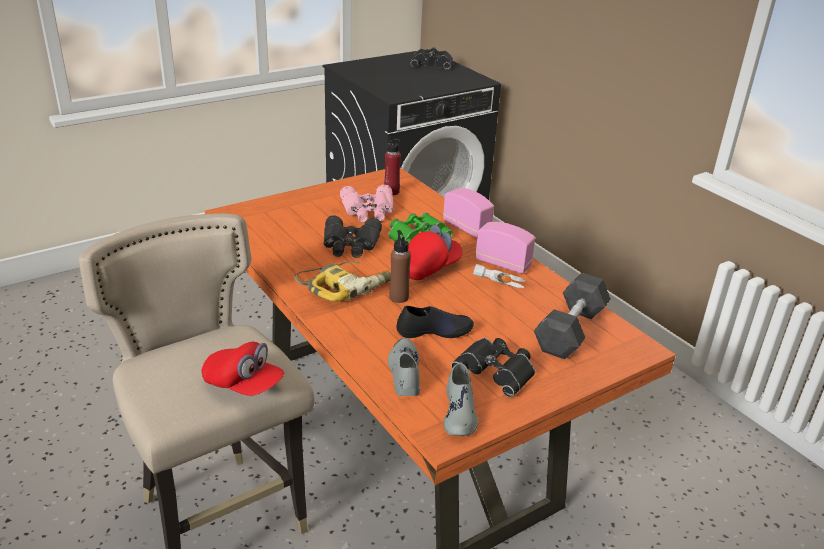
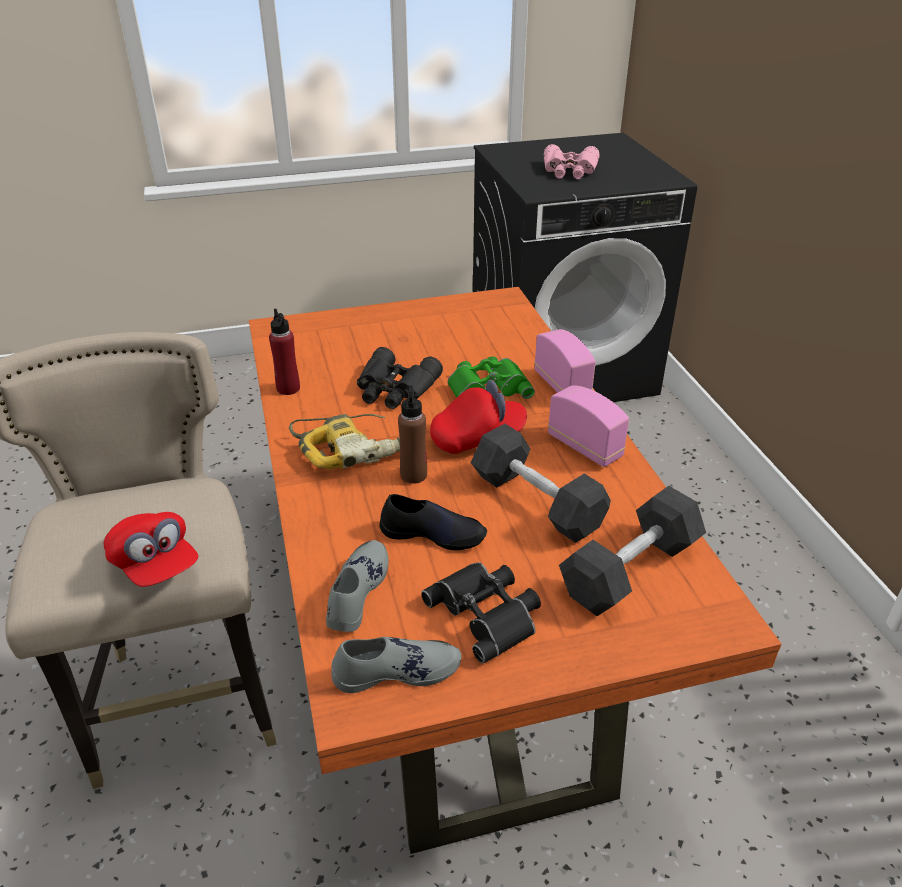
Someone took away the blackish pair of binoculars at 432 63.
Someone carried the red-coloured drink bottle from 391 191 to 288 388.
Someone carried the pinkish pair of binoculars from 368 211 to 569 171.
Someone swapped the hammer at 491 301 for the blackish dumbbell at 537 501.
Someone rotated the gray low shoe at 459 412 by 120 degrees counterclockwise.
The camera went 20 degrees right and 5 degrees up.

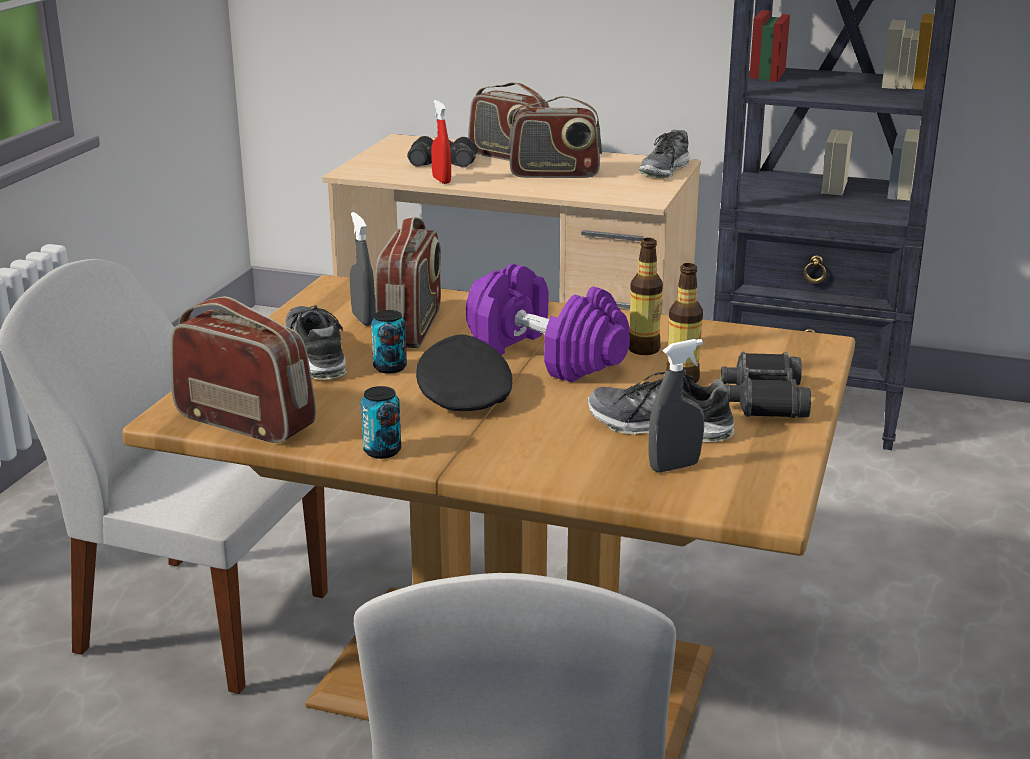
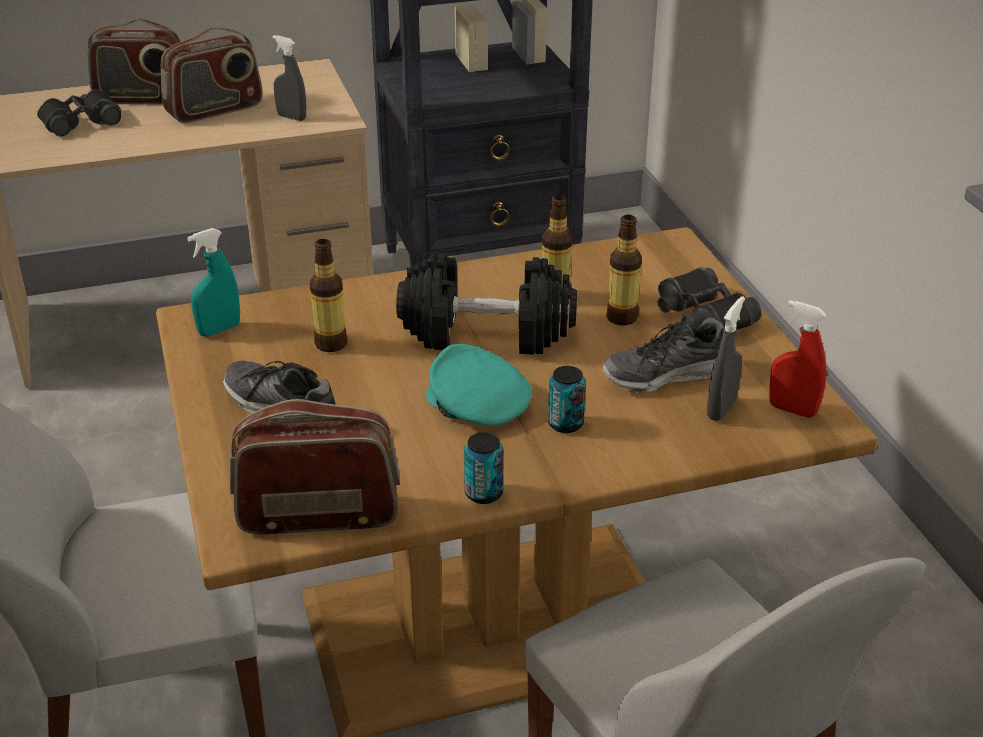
Someone carried the red-coloured hand sprayer from 441 180 to 792 410.
Someone took away the low shoe at 664 170.
Someone carried the gray hand sprayer from 363 319 to 291 117.
Someone swapped the radio set at 411 328 for the drink bottle at 331 344.
Someone repainted the purplish dumbbell at 546 356, which became the blackish dumbbell at 487 332.
Someone carried the sealed can from 390 367 to 565 424.
Someone repainted the blackish peaked cap at 463 397, which became the blue-green peaked cap at 475 405.
Someone put down the blue-green hand sprayer at 219 330.
The camera went 35 degrees left and 10 degrees up.

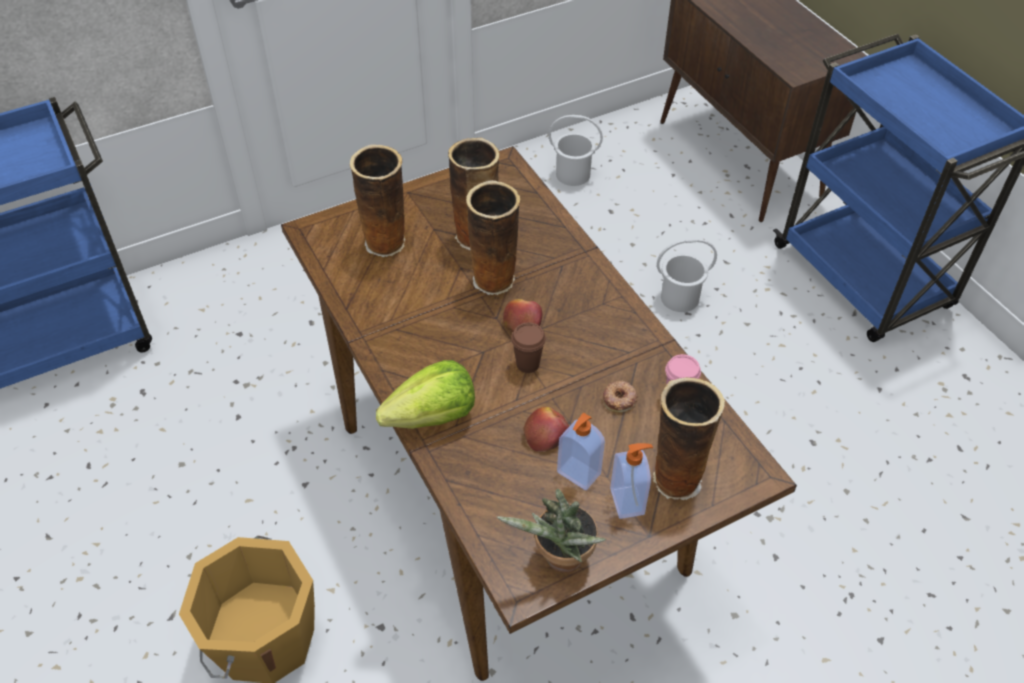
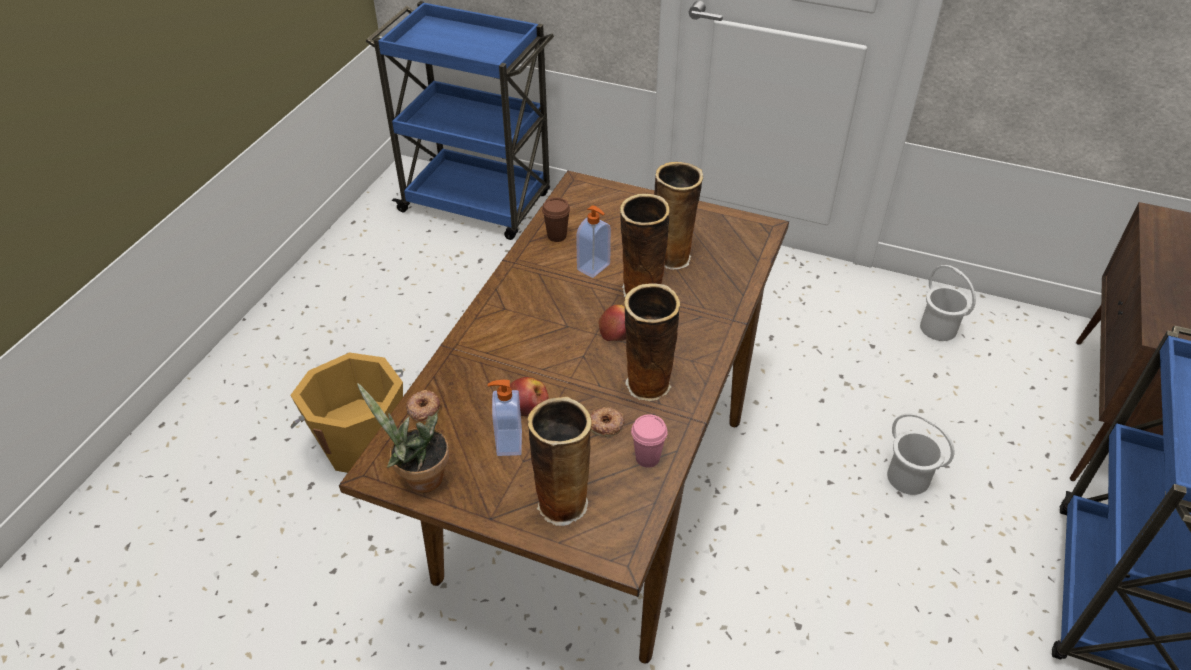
Someone carried the flower vase from 386 243 to 647 386.
Someone carried the brown-coloured cup from 527 364 to 557 236.
Someone took away the lettuce head at 433 417.
Someone carried the soap dispenser from 628 501 to 594 267.
Someone put down the donut at 423 408.
The camera went 50 degrees right and 5 degrees down.

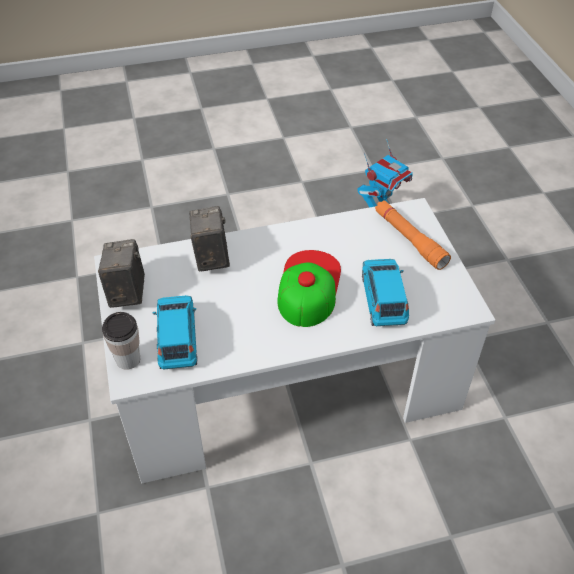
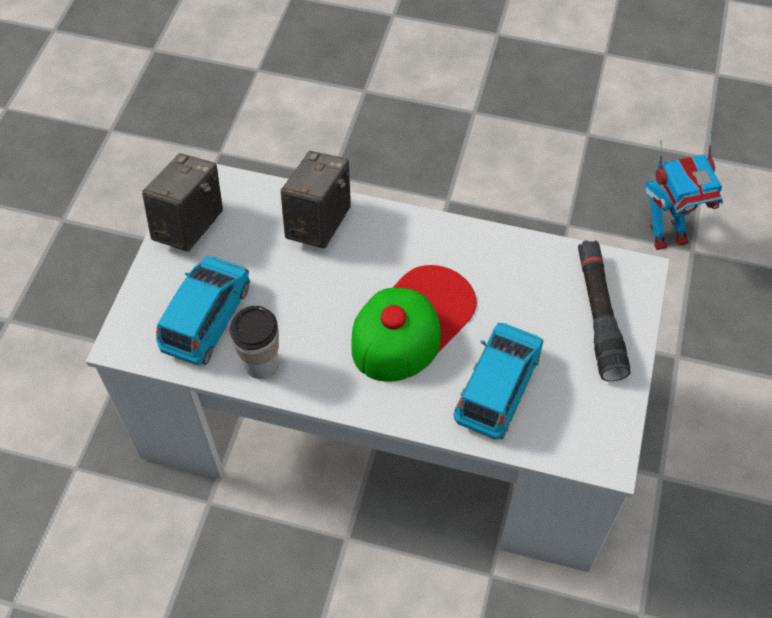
Someone repainted the orange-coloured torch at 409 239, which became the blackish torch at 599 315.
Someone carried the cup from 128 359 to 261 364.
The camera went 30 degrees right and 10 degrees up.

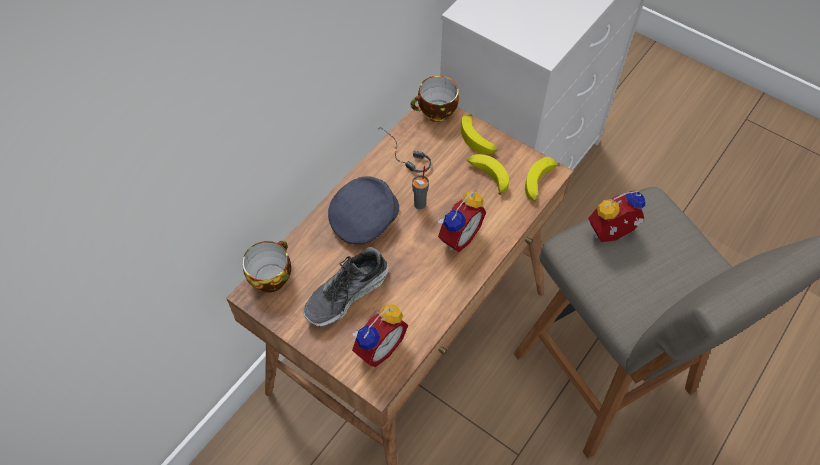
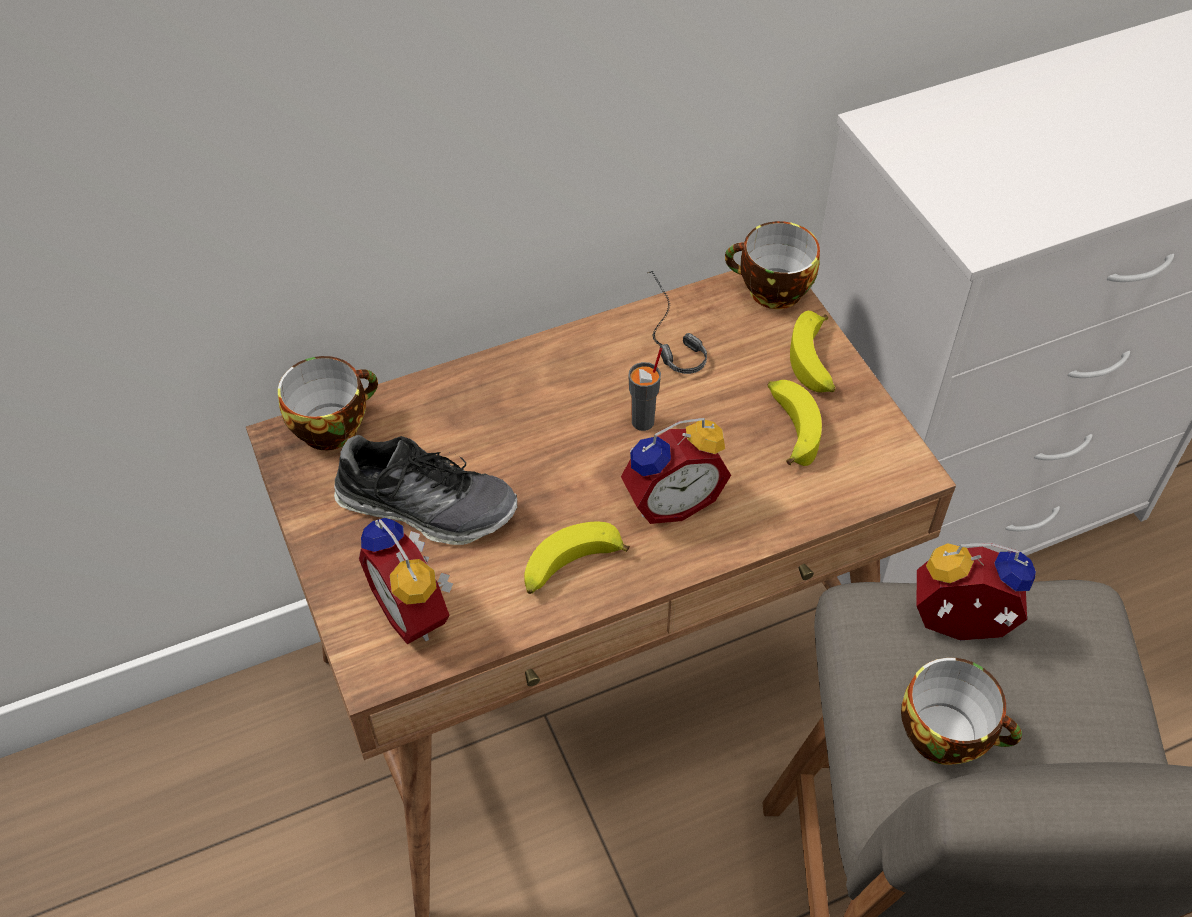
Someone carried the banana from 539 184 to 570 568.
Someone took away the gray peaked cap at 364 218.
Someone rotated the low shoe at 347 294 by 150 degrees counterclockwise.
Someone rotated the bedside clock at 378 346 by 75 degrees clockwise.
Someone put down the cup at 948 734.
The camera went 30 degrees right and 5 degrees down.

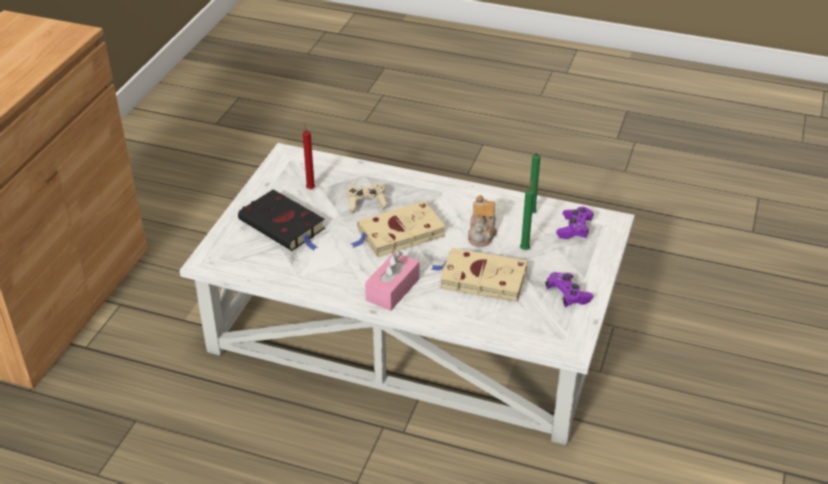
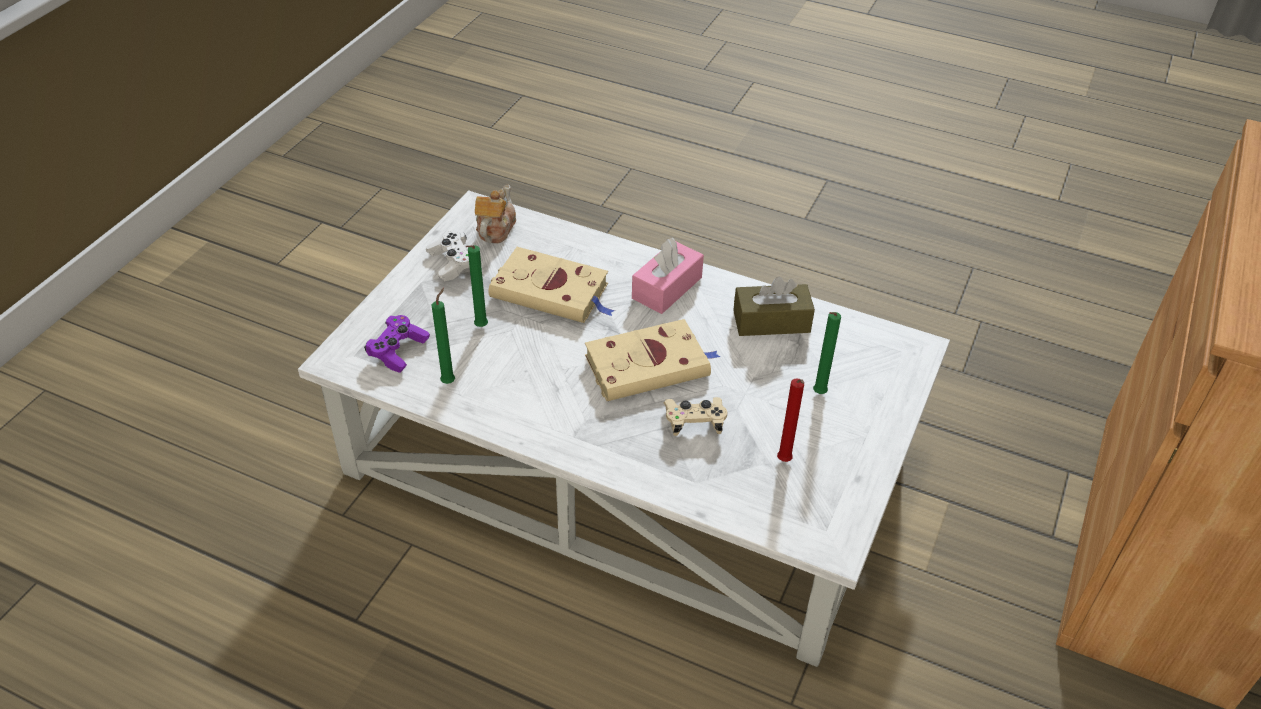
Someone swapped the blackish book at 284 226 for the green-coloured wax candle at 818 394.
Someone carried the teapot from 482 233 to 495 229.
Someone repainted the purplish game controller at 567 295, which became the whitish game controller at 453 263.
Someone put down the brown-coloured box of tissues at 771 321.
The camera went 175 degrees left and 5 degrees up.

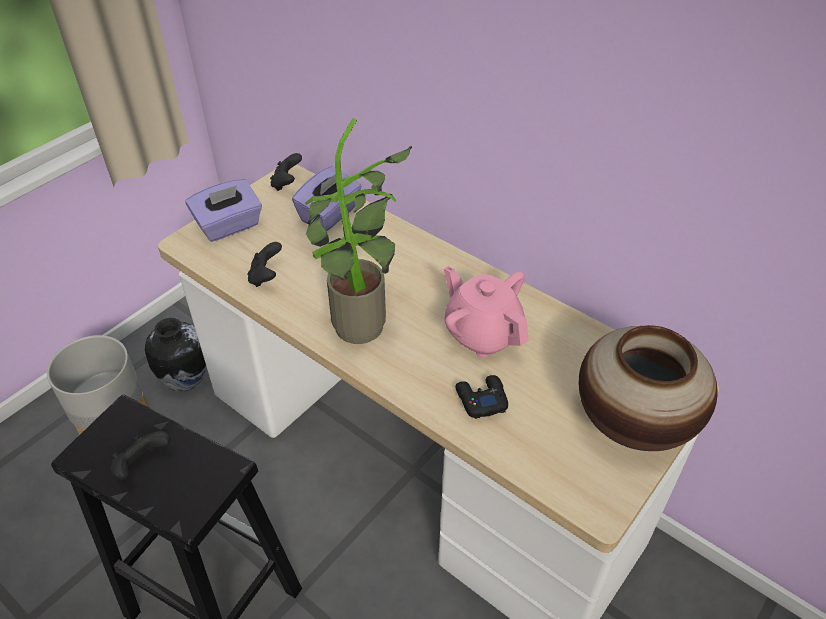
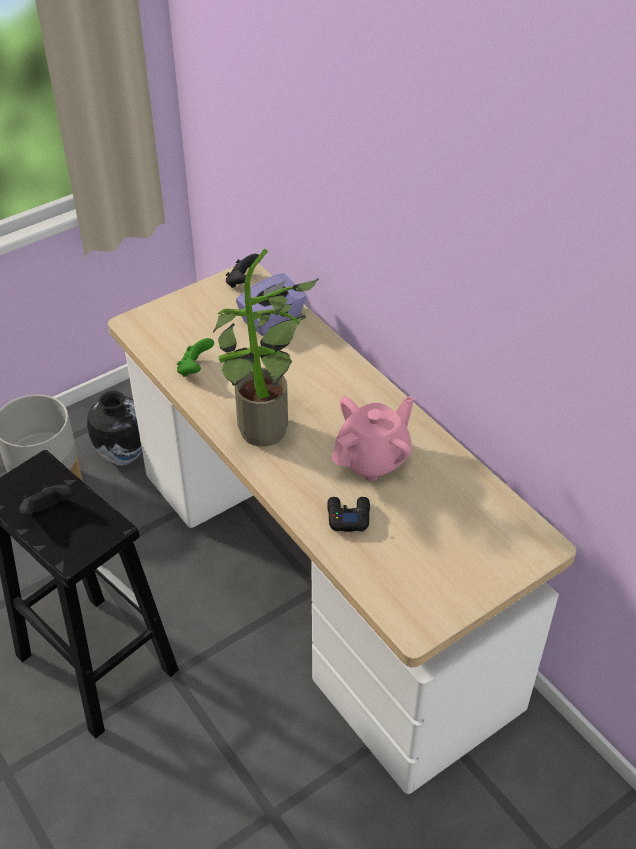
Someone took away the purplish box of tissues at 229 226.
Someone repainted the blackish game controller at 266 277, which became the green-coloured game controller at 195 369.
Someone rotated the pinkish teapot at 482 333 by 75 degrees clockwise.
Someone took away the flower vase at 632 423.
The camera went 15 degrees right and 0 degrees up.

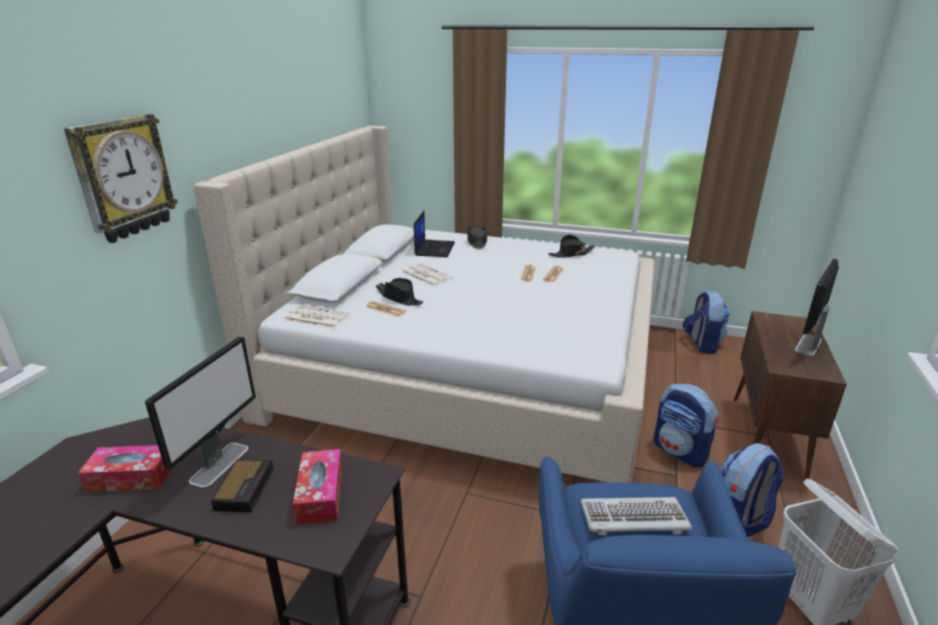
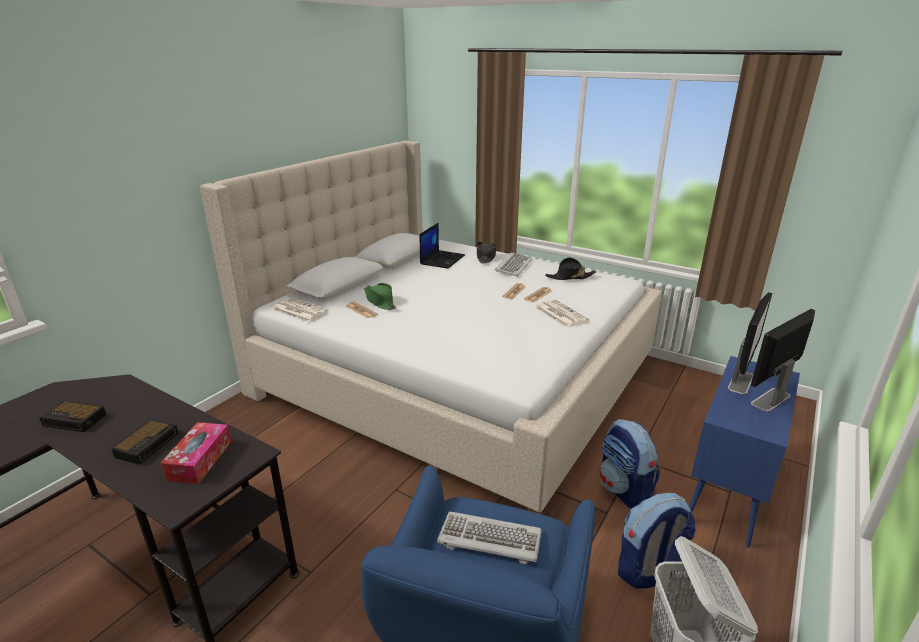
Someone took away the clock on the wall at 123 177.
Someone carried the printed paper from 425 275 to 559 314.
Someone repainted the blackish hat at 399 298, which became the green-coloured hat at 380 301.
Someone took away the knapsack at 702 344.
Someone repainted the brown-coloured cabinet at 767 438, which became the blue cabinet at 728 493.
Someone carried the computer display from 220 463 to 741 381.
Someone swapped the box of tissues at 131 477 for the bedside clock at 76 420.
Someone put down the keyboard at 513 266.
The camera went 15 degrees right and 0 degrees up.

